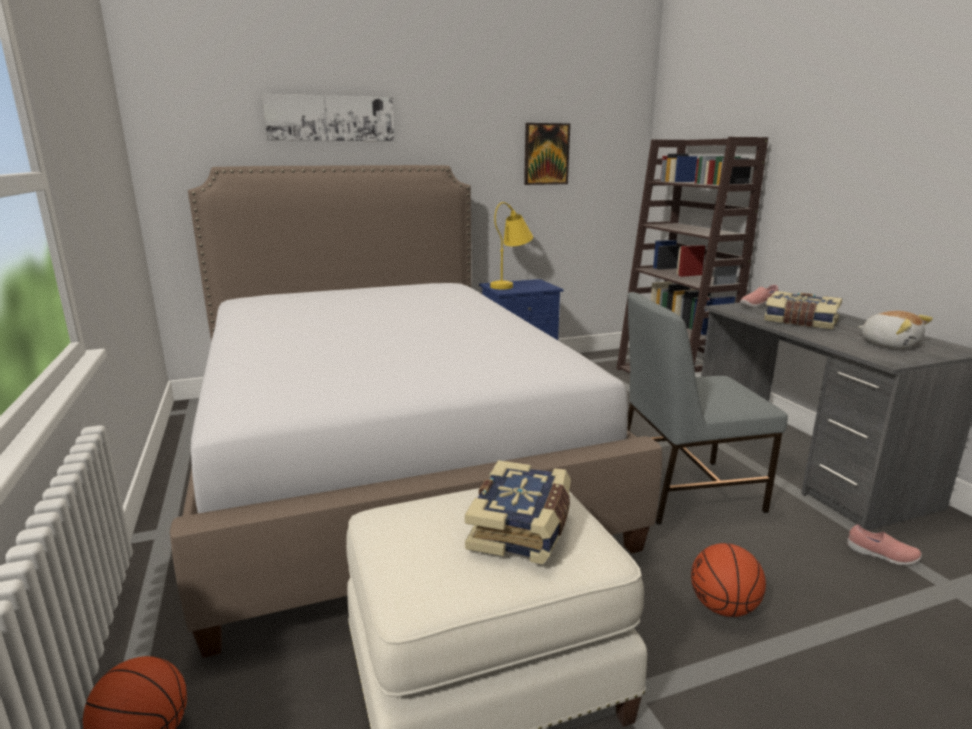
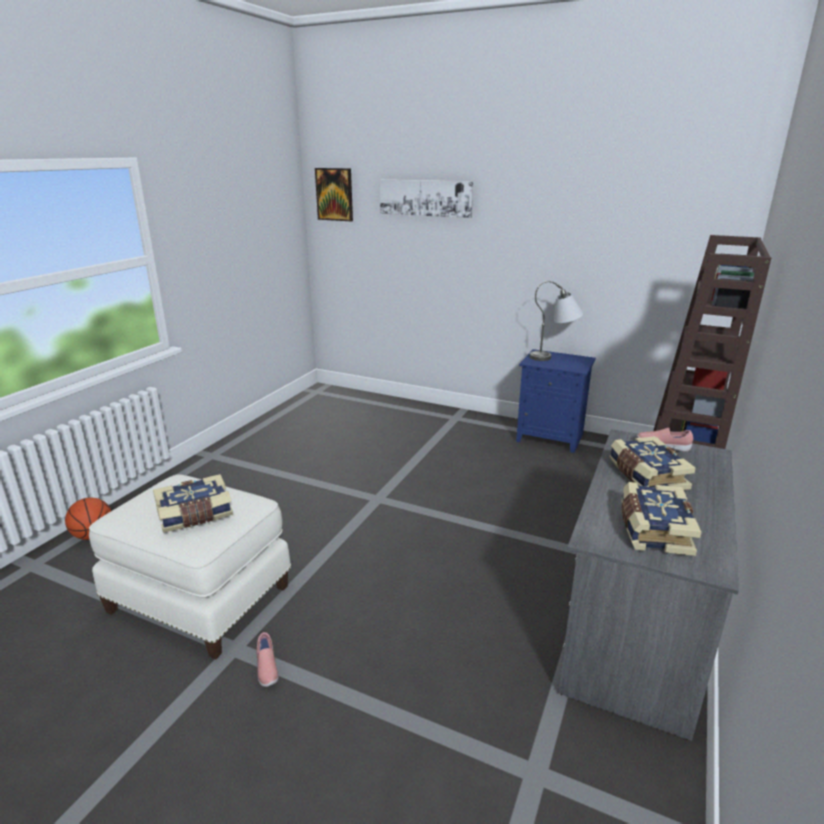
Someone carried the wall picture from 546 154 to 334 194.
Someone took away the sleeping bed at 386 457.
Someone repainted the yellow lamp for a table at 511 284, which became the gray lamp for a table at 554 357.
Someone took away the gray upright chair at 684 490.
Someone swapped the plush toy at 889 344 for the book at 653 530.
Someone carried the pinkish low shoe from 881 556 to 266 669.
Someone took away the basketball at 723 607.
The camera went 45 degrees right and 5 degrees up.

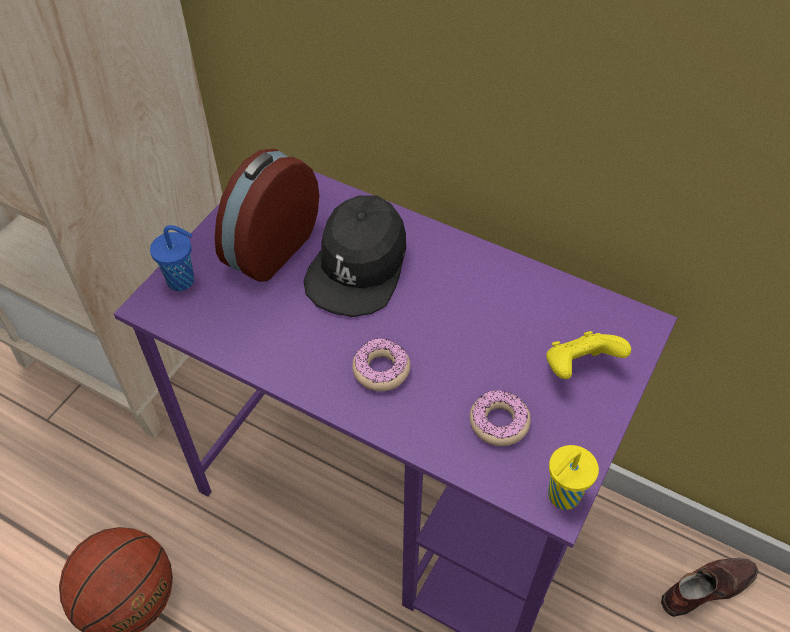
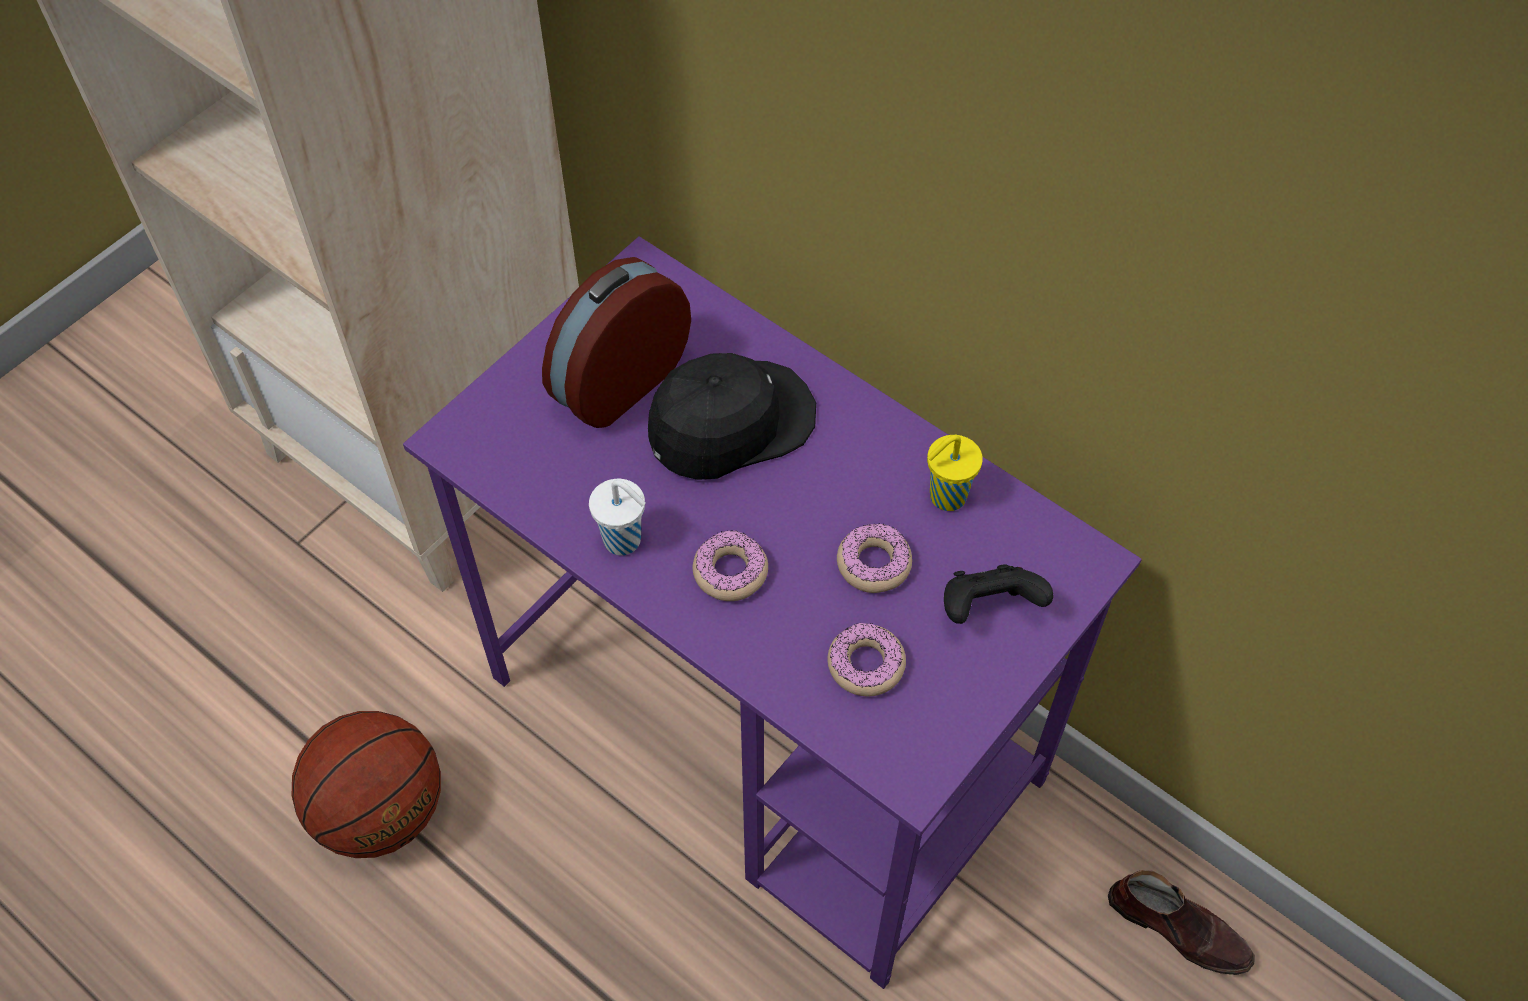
Someone rotated the blackish peaked cap at 358 266 by 150 degrees counterclockwise.
Someone took away the blue cup at 183 281.
Someone repainted the yellow game controller at 579 368, which became the blackish game controller at 988 608.
Someone carried the yellow cup from 562 496 to 945 497.
Someone rotated the brown-coloured low shoe at 706 587 by 45 degrees clockwise.
Someone put down the whitish cup at 624 541.
Someone put down the donut at 873 564.
The camera went 10 degrees right and 5 degrees up.

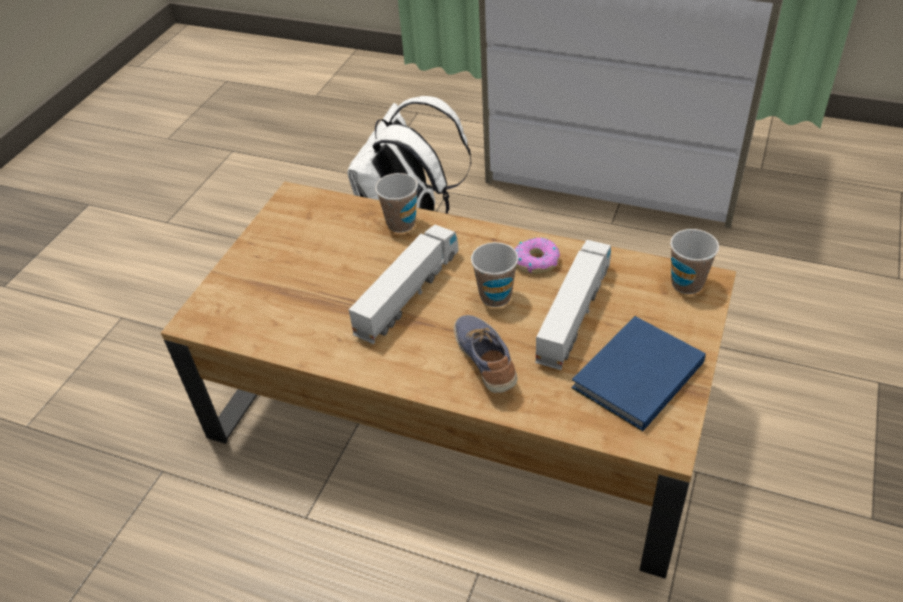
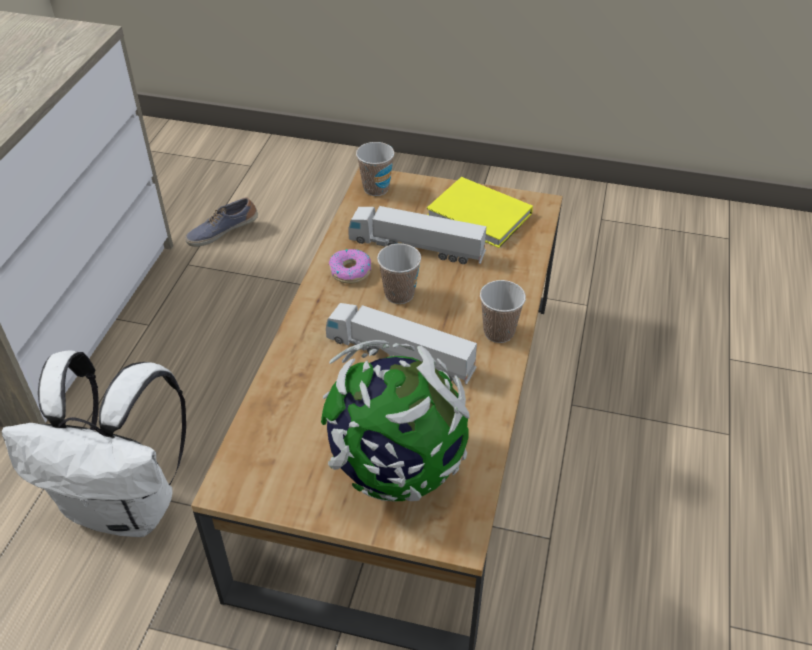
Someone carried the cup from 401 224 to 498 332.
Someone carried the low shoe from 486 360 to 222 232.
Someone repainted the blue book at 634 376, which became the yellow book at 480 217.
Someone put down the world globe at 394 470.
The camera went 100 degrees left and 0 degrees up.

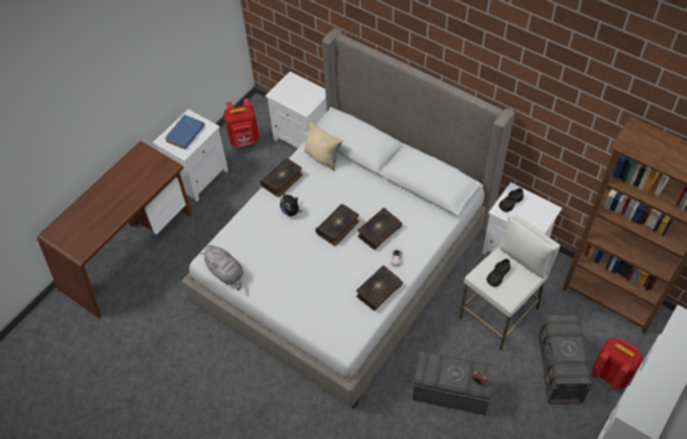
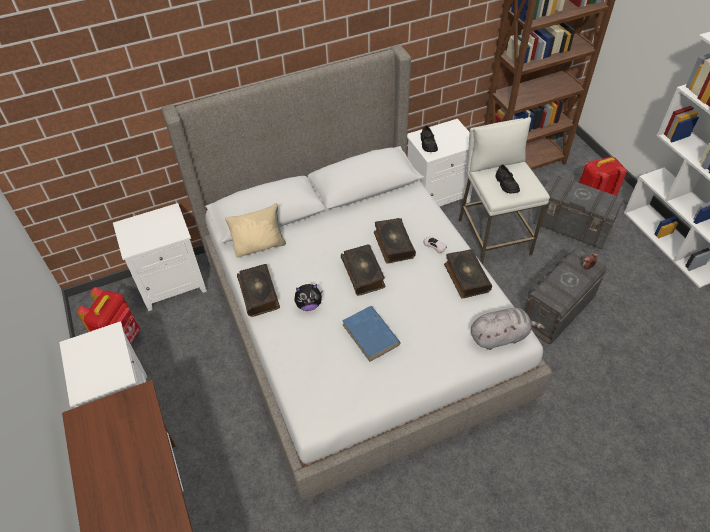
Someone carried the blue book from 185 134 to 371 335.
Someone carried the gray plush toy from 226 273 to 500 336.
The camera went 60 degrees left and 5 degrees down.

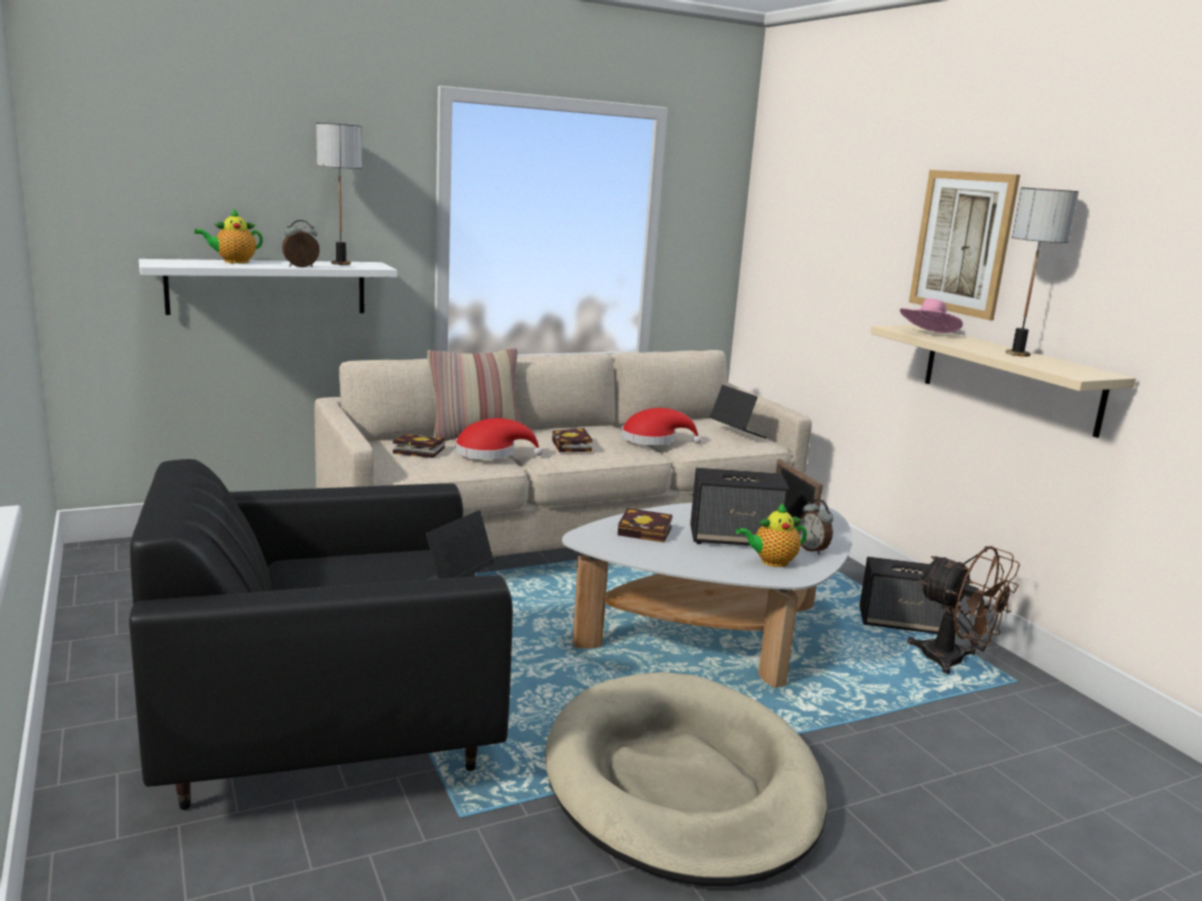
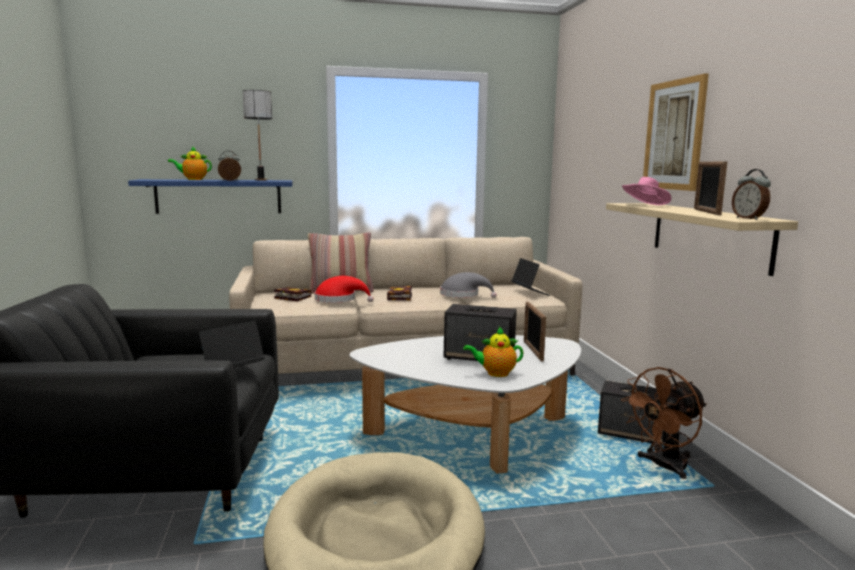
Someone swapped the lamp for a table at 1018 354 for the photo frame at 706 212.
Someone repainted the whitish shelf at 267 287, which became the blue shelf at 218 196.
Someone repainted the red-coloured hat at 653 440, which became the gray hat at 463 295.
Someone carried the bedside clock from 812 549 to 749 219.
Someone took away the book at 647 532.
Someone rotated the brown-coloured cooling fan at 954 662 by 90 degrees clockwise.
The camera went 15 degrees right and 5 degrees down.

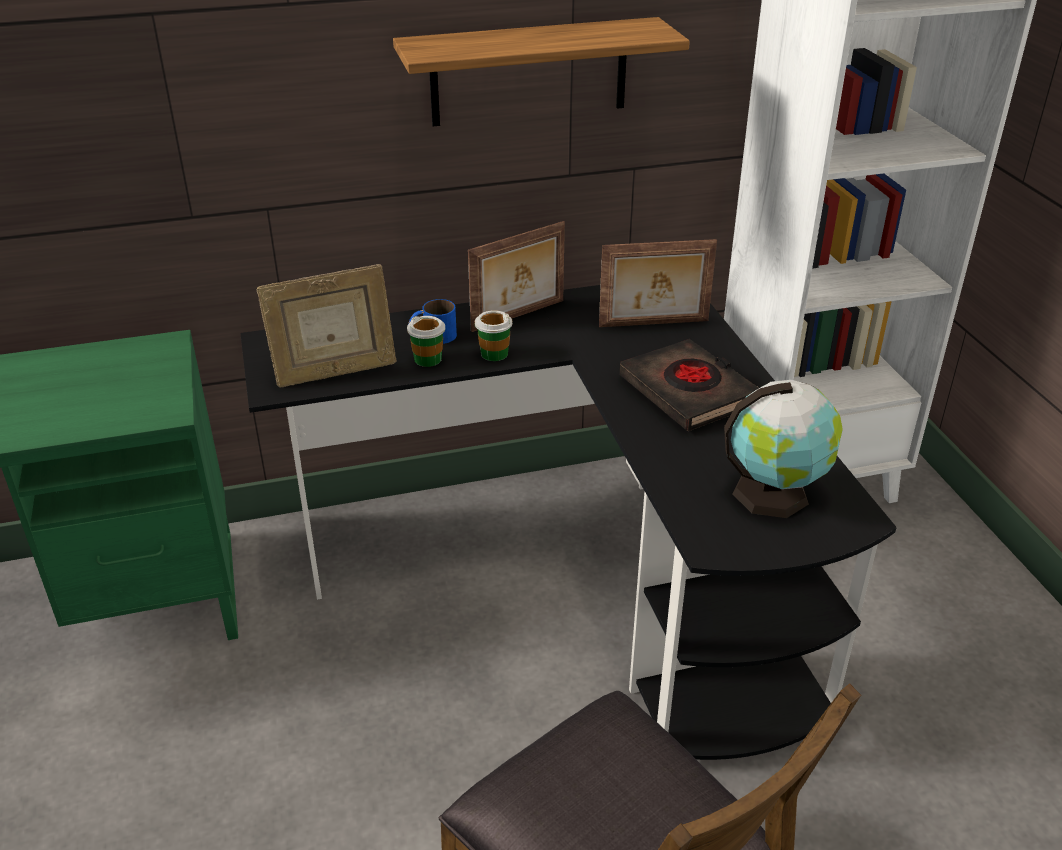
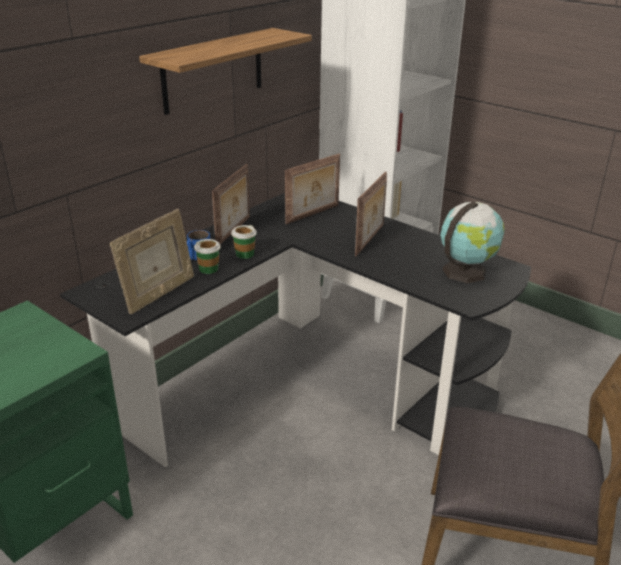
Someone swapped the blackish book at 688 392 for the photo frame at 370 240.
The camera went 35 degrees left and 5 degrees down.

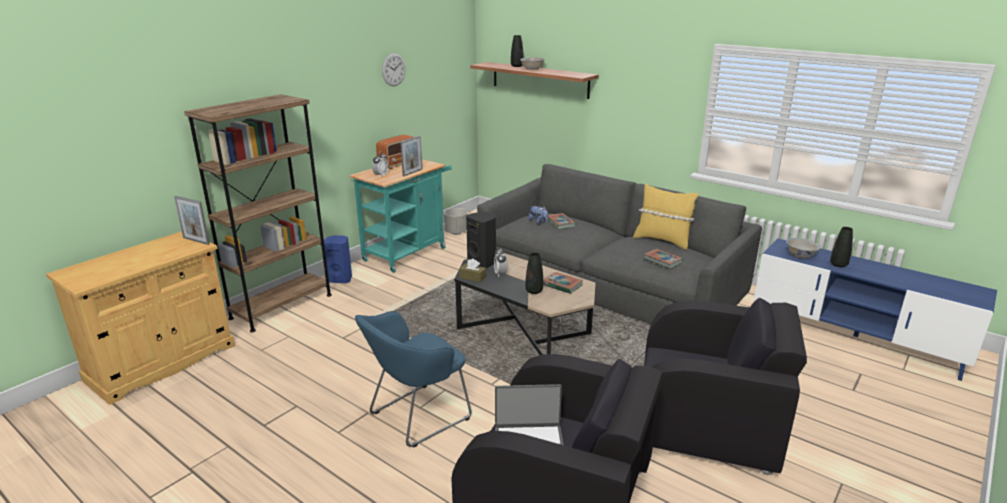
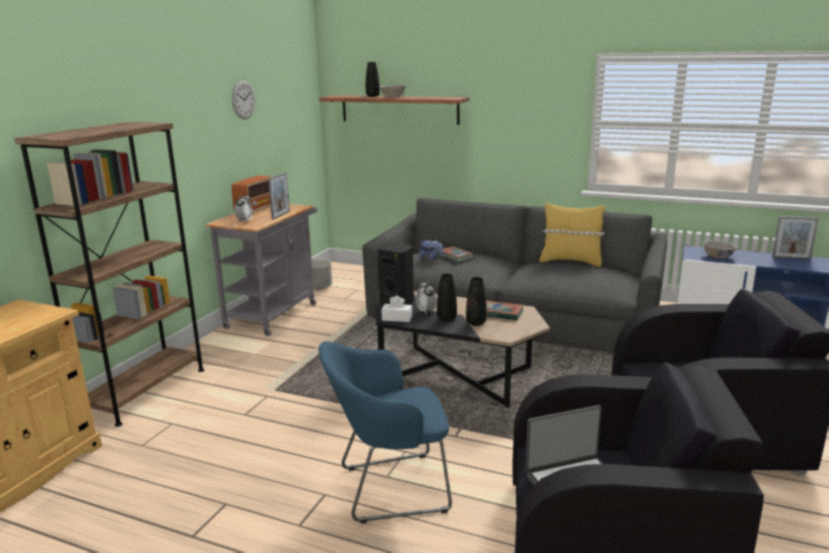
Someone repainted the blue-green cart at 408 252, which became the gray cart at 274 313.
Someone carried the photo frame from 196 241 to 791 258.
Someone carried the blackish flower vase from 838 265 to 446 319.
Someone took away the blue speaker at 340 279.
Someone took away the book at 663 261.
Someone repainted the brown-coloured box of tissues at 472 277, which became the whitish box of tissues at 397 318.
Someone rotated the blue armchair at 415 417 by 45 degrees clockwise.
The camera went 15 degrees left and 5 degrees down.

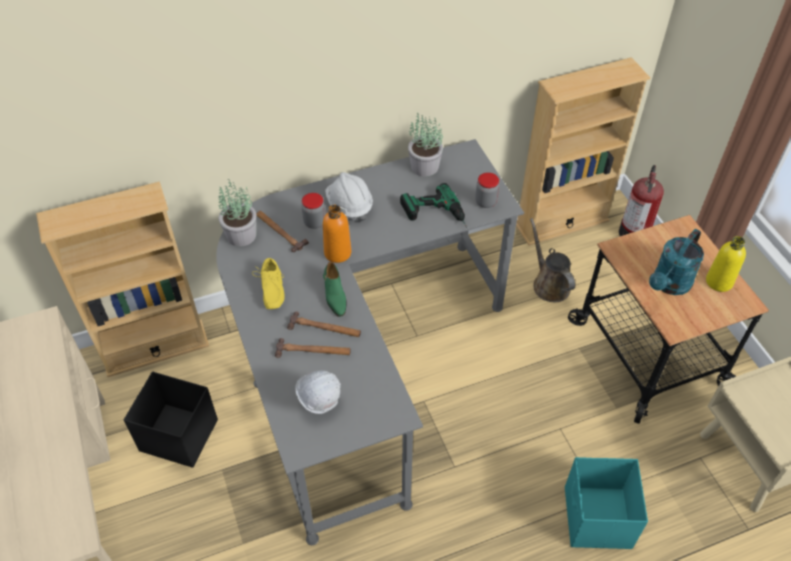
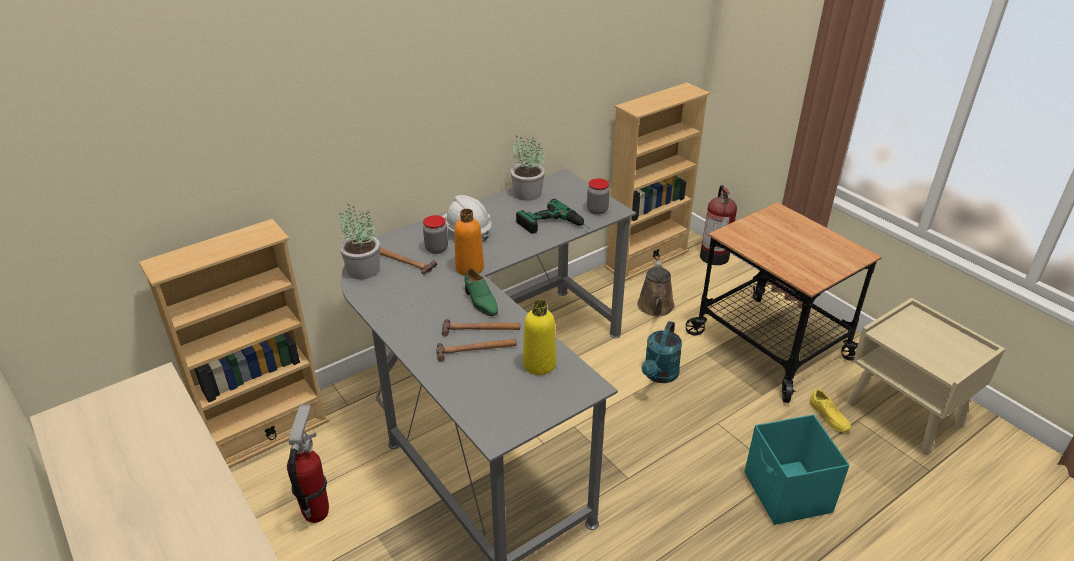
Someone rotated the brown-coloured watering pot at 549 284 by 135 degrees counterclockwise.
Someone carried the blue-green watering pot from 669 285 to 659 375.
Someone carried the yellow drink bottle from 719 282 to 539 364.
Someone carried the yellow low shoe from 270 290 to 827 417.
Someone took away the whitish safety helmet at 319 403.
Someone swapped the blackish storage container at 178 434 for the fire extinguisher at 316 512.
The camera went 15 degrees left and 15 degrees down.

